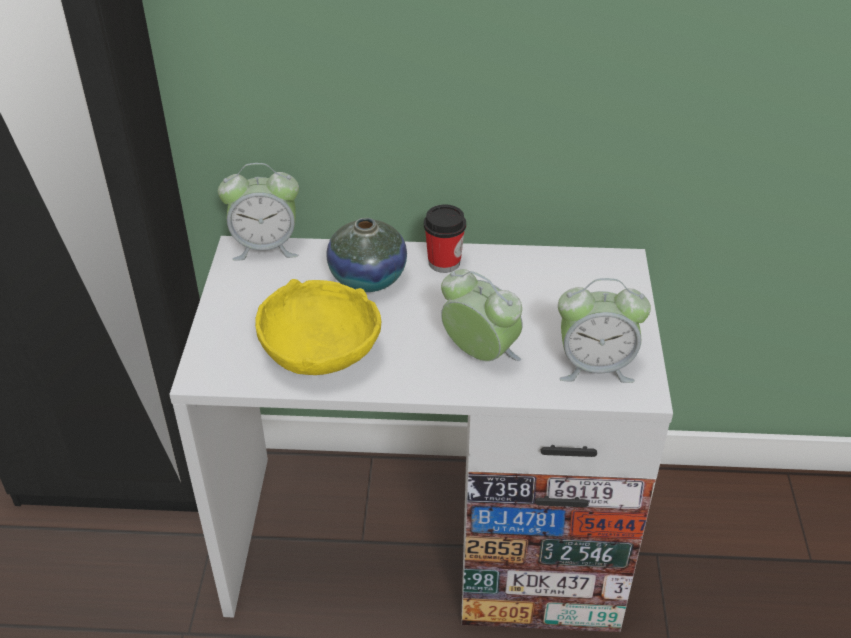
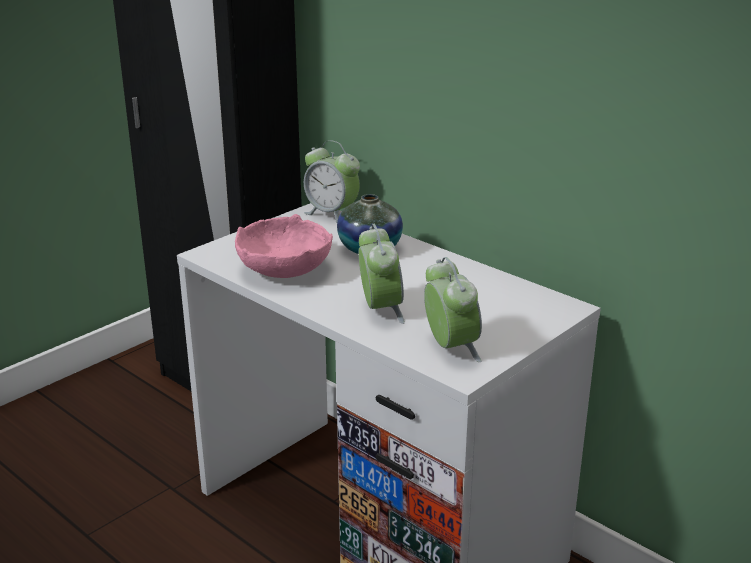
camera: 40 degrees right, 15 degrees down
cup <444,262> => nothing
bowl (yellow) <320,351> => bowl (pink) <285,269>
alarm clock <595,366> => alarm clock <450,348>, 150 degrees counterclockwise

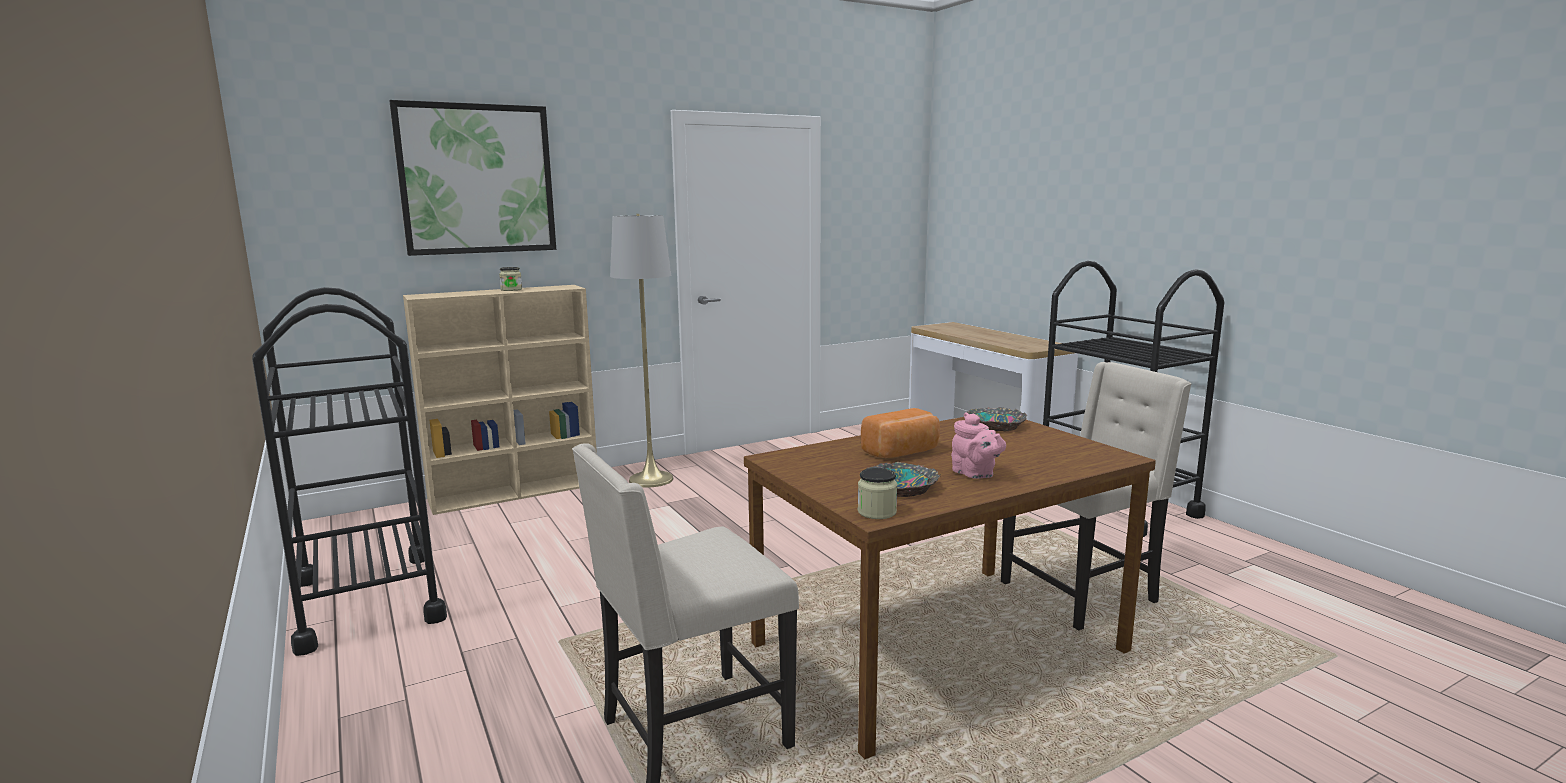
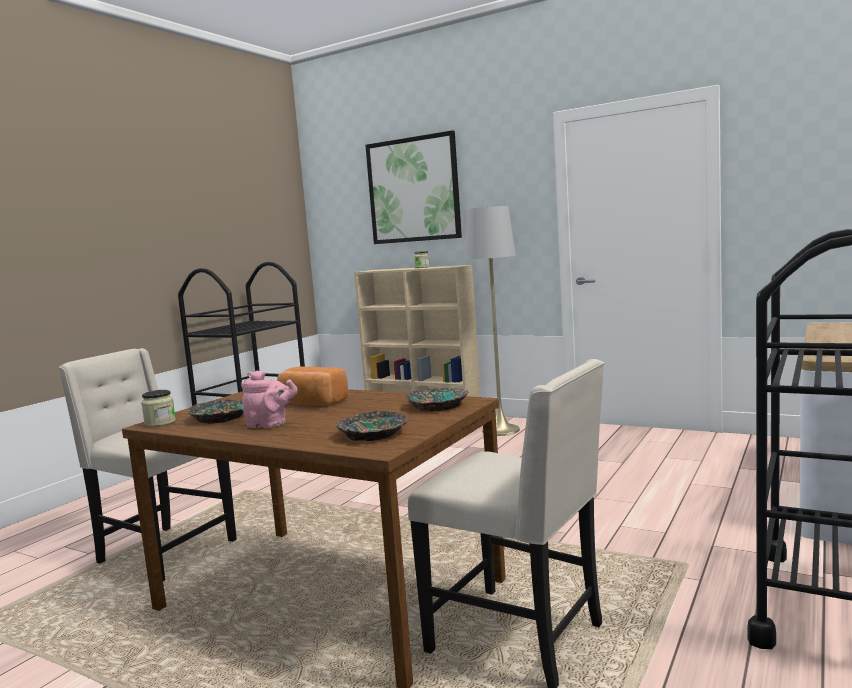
camera: 60 degrees right, 5 degrees down
nothing => bowl <373,434>
teapot (pink) <975,474> => teapot (pink) <270,425>, 105 degrees counterclockwise

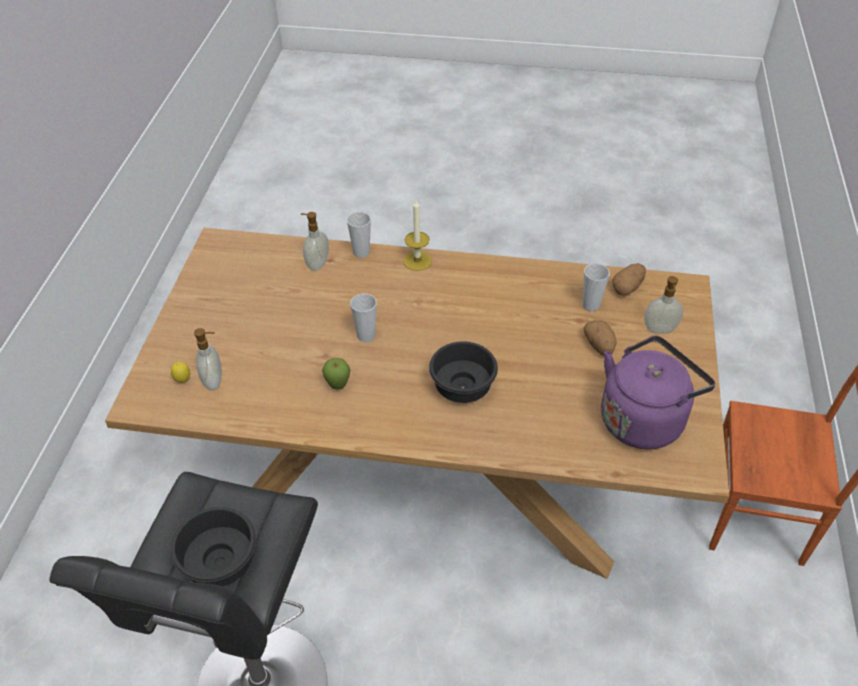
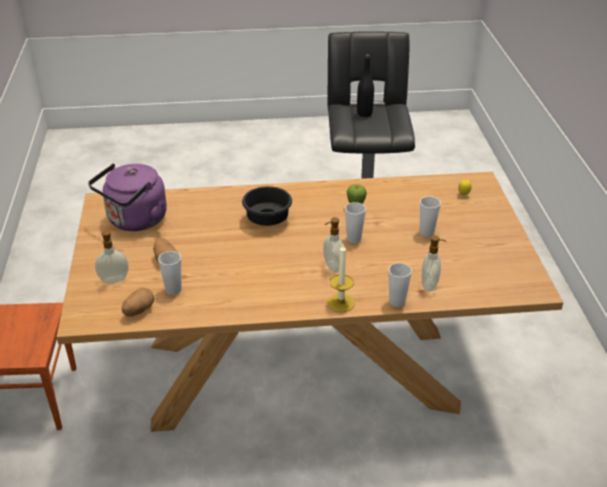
camera: 165 degrees right, 10 degrees down
nothing => cup <427,232>
soap dispenser <214,381> => soap dispenser <332,267>, relocated
bowl (black) <219,565> => bottle (black) <364,113>

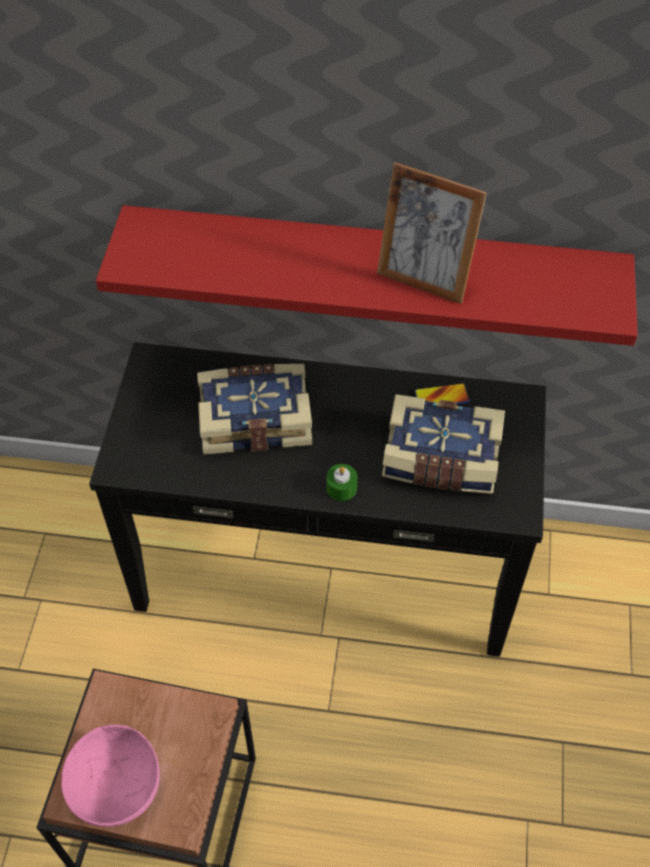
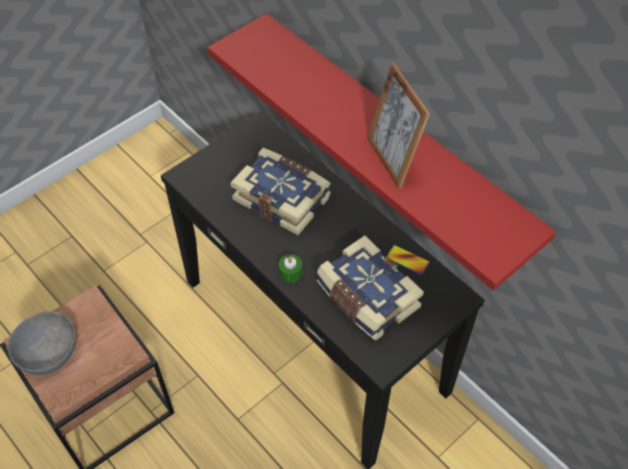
camera: 40 degrees right, 0 degrees up
bowl (pink) <115,786> => bowl (grey) <48,352>

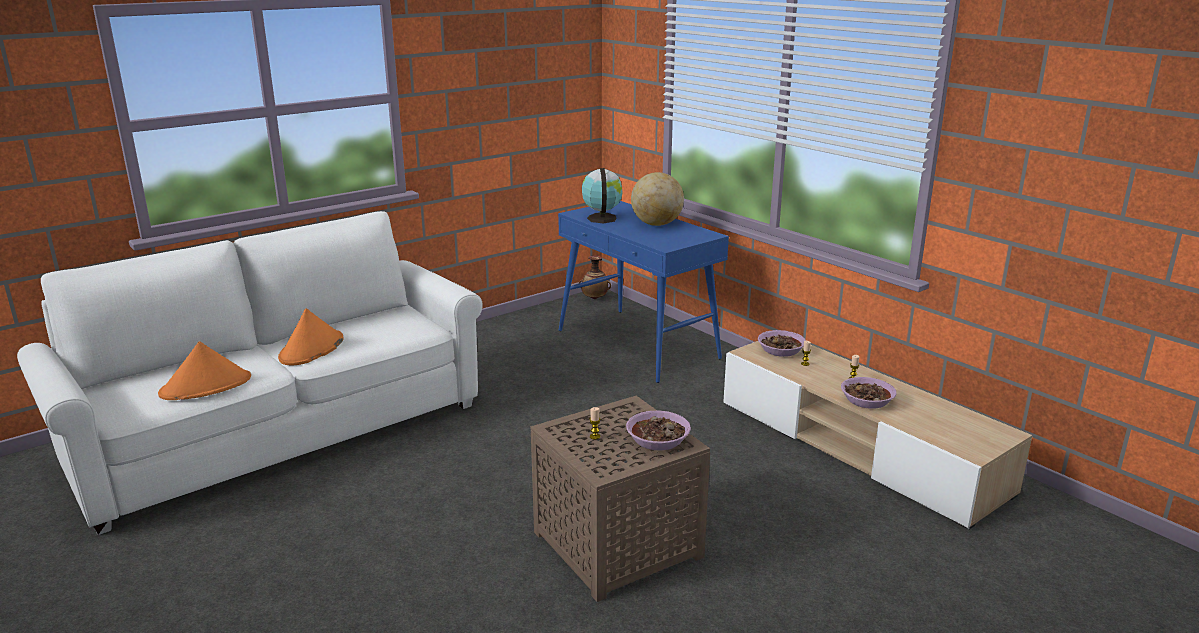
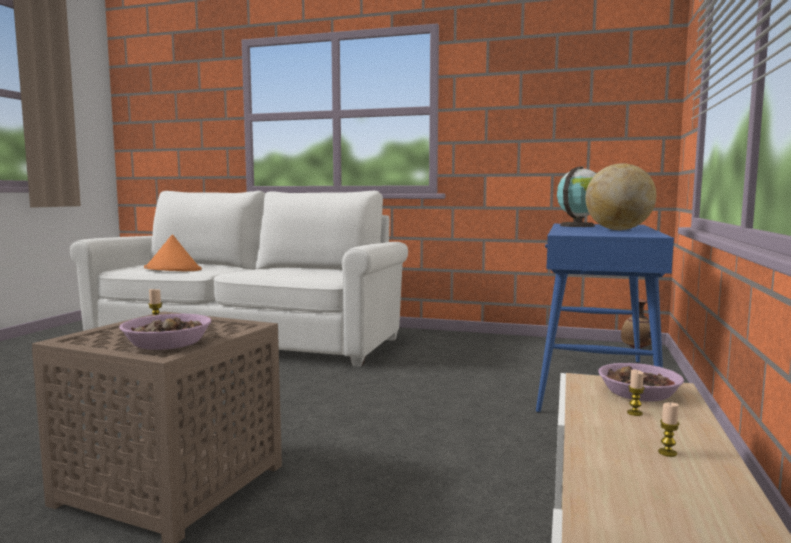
camera: 55 degrees right, 15 degrees down
hat (orange) <311,349> => nothing
bowl <866,400> => nothing

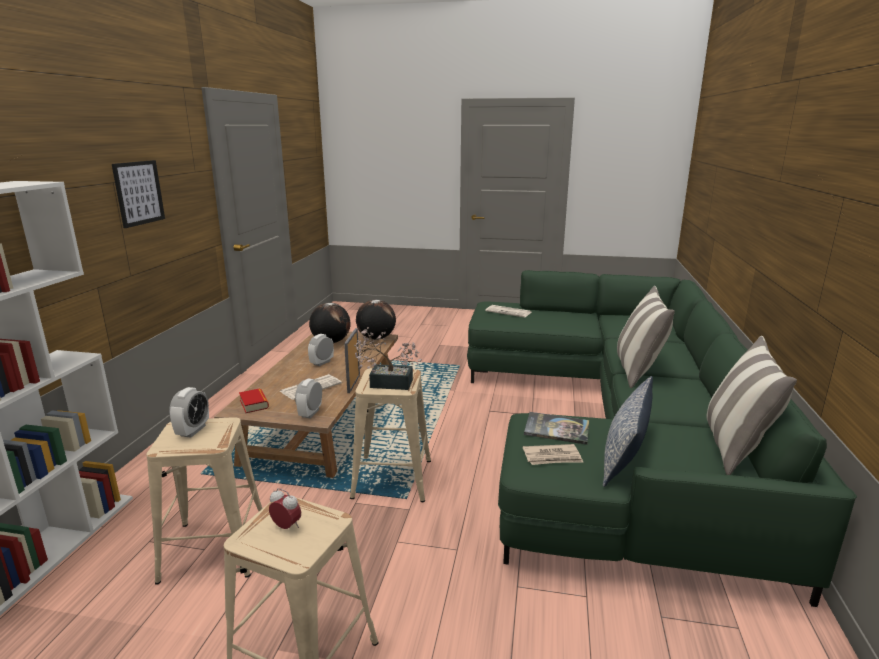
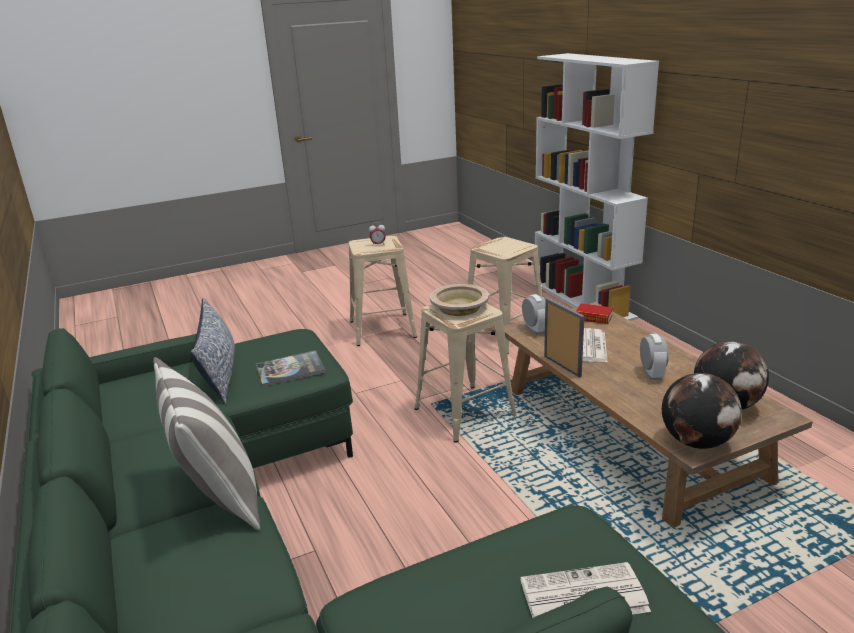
camera: 145 degrees right, 5 degrees up
picture <139,193> => nothing
alarm clock <193,430> => nothing
newspaper <552,457> => nothing
pillow <736,448> => nothing
potted plant <386,383> => bowl (beige) <459,307>

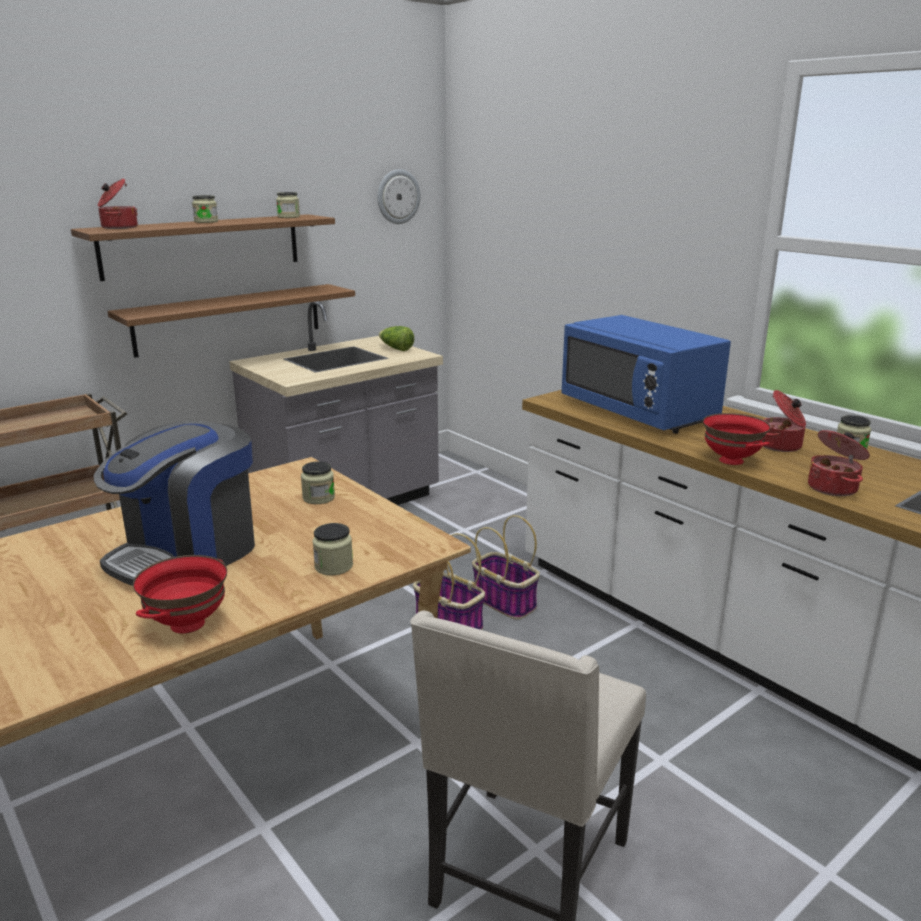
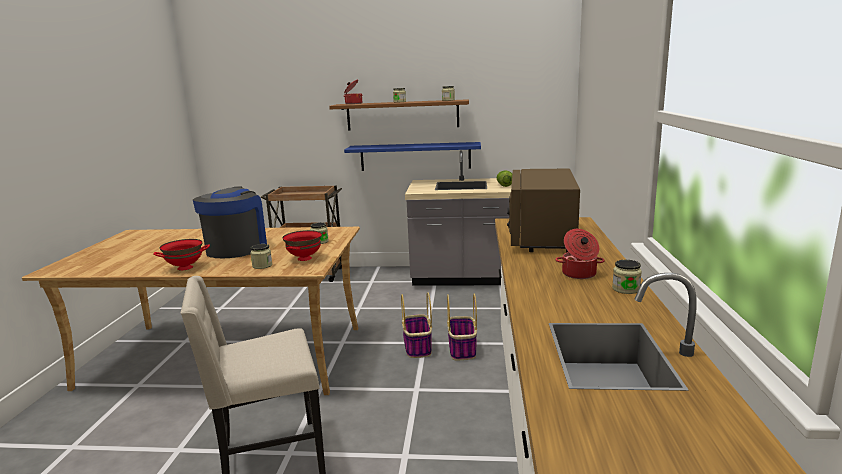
camera: 45 degrees right, 5 degrees down
wall clock <398,196> => nothing
cooking pot <833,488> => nothing
bowl (red) <730,460> => bowl (red) <304,258>, relocated
shelf (brown) <229,319> => shelf (blue) <415,156>
microwave (blue) <638,412> => microwave (brown) <542,237>
coffee machine <187,554> => coffee machine <236,248>, 105 degrees clockwise

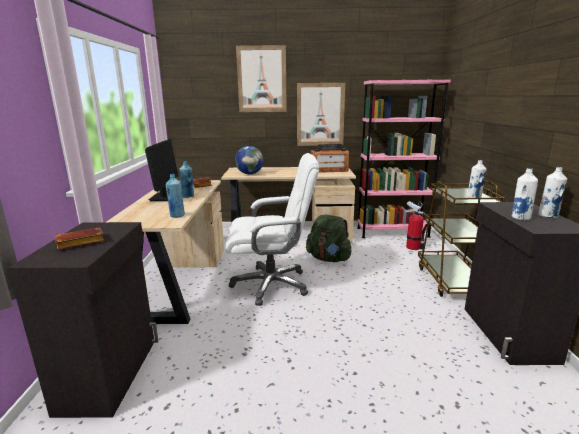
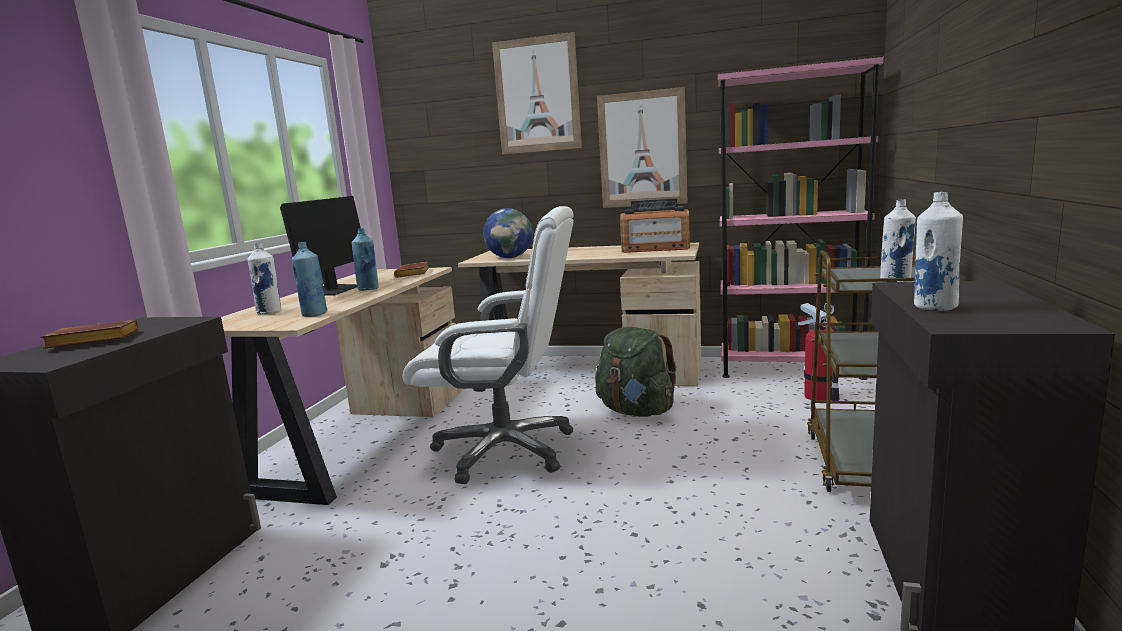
camera: 15 degrees right, 5 degrees down
bottle (white) <548,216> => bottle (white) <269,312>, relocated

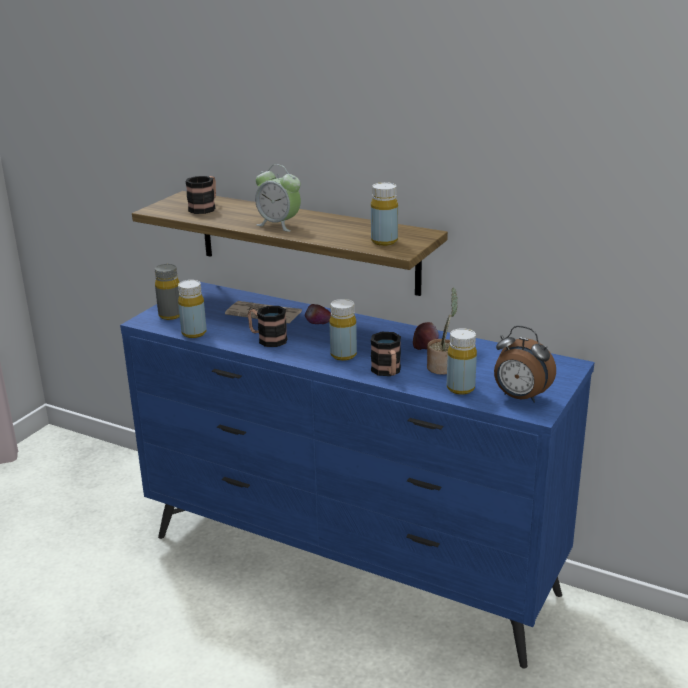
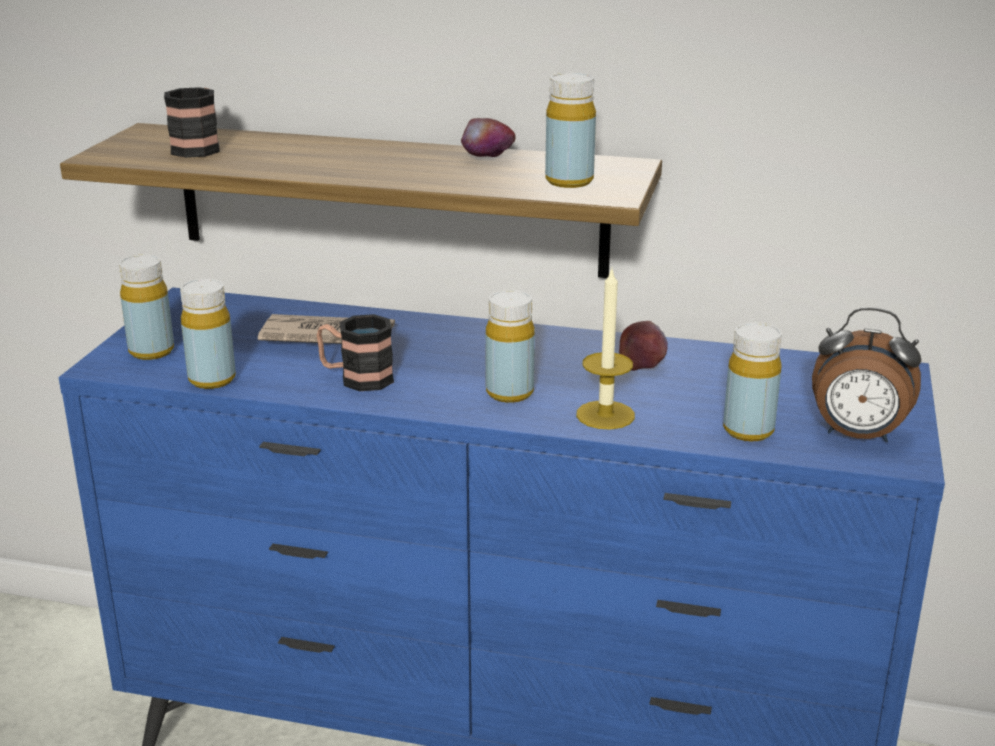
camera: 15 degrees left, 0 degrees up
alarm clock <279,225> => nothing
potted plant <442,367> => nothing
apple <318,326> => apple <487,160>, relocated
mug <387,372> => candle <605,415>
bottle (grey) <170,315> => bottle (yellow) <151,351>

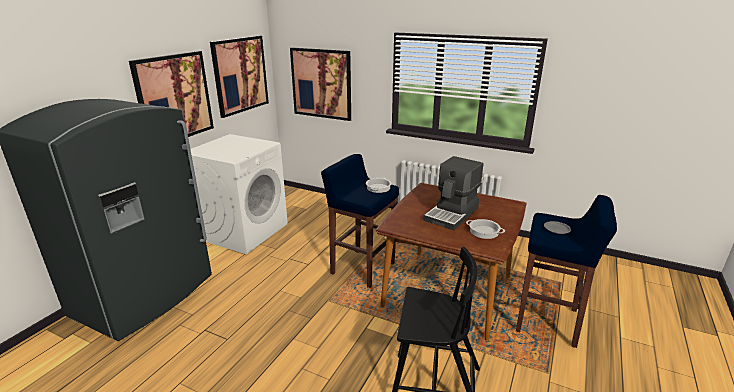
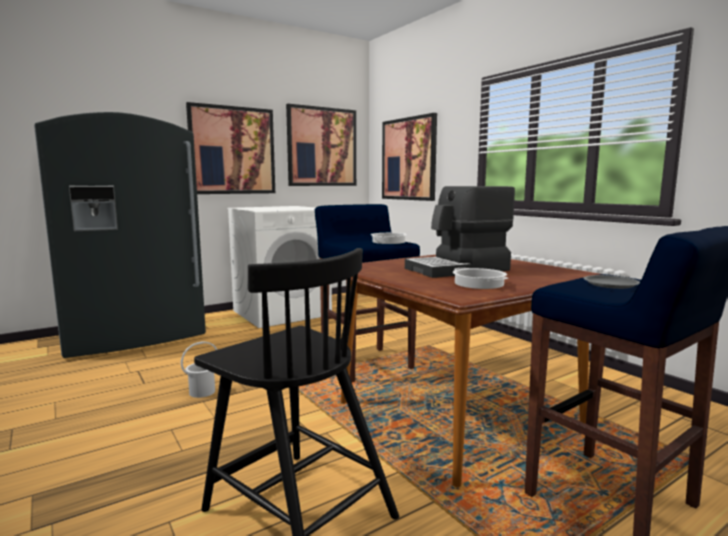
camera: 30 degrees right, 15 degrees down
nothing => bucket (white) <202,392>

